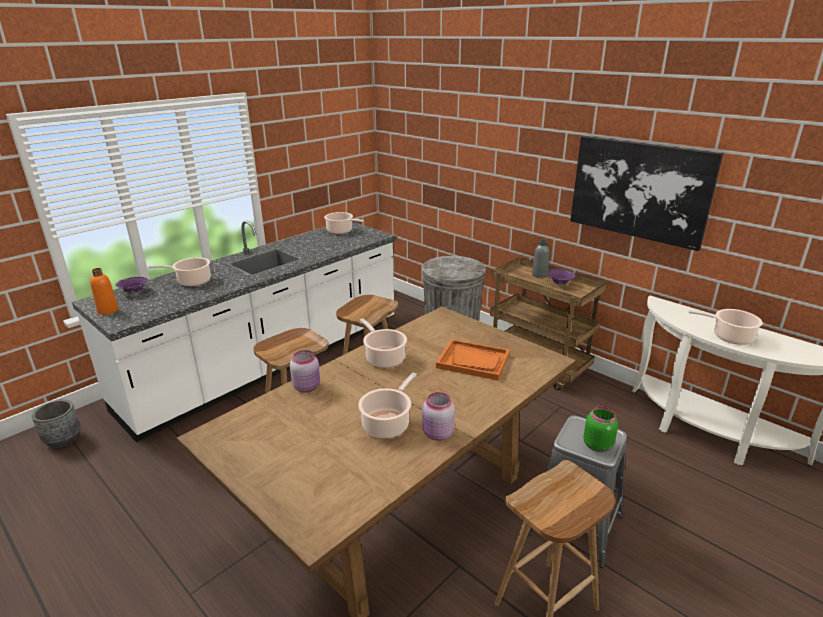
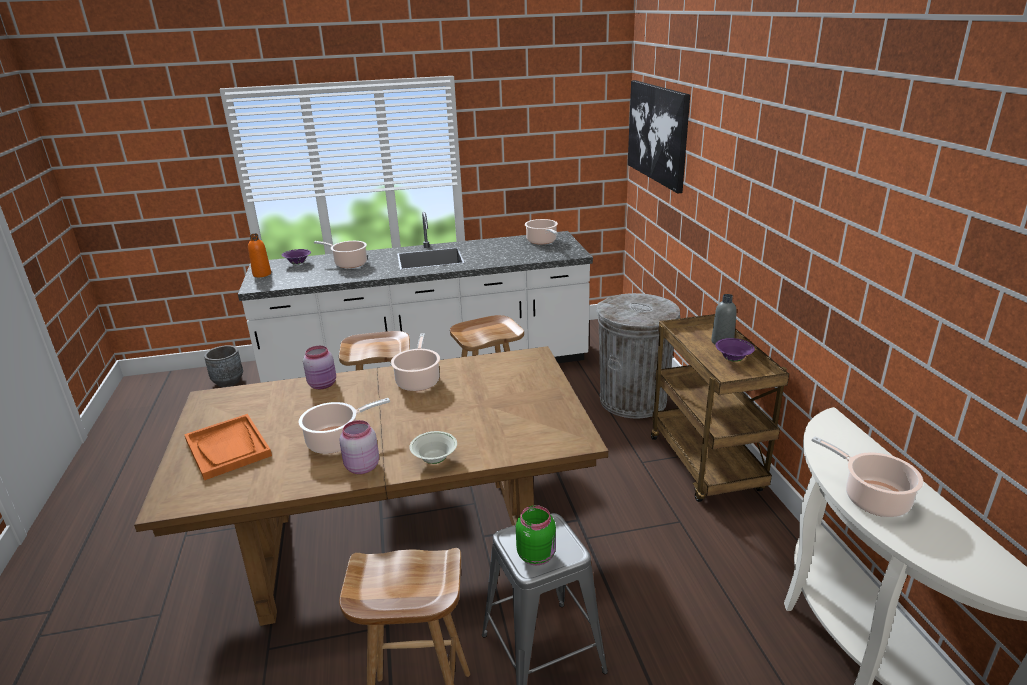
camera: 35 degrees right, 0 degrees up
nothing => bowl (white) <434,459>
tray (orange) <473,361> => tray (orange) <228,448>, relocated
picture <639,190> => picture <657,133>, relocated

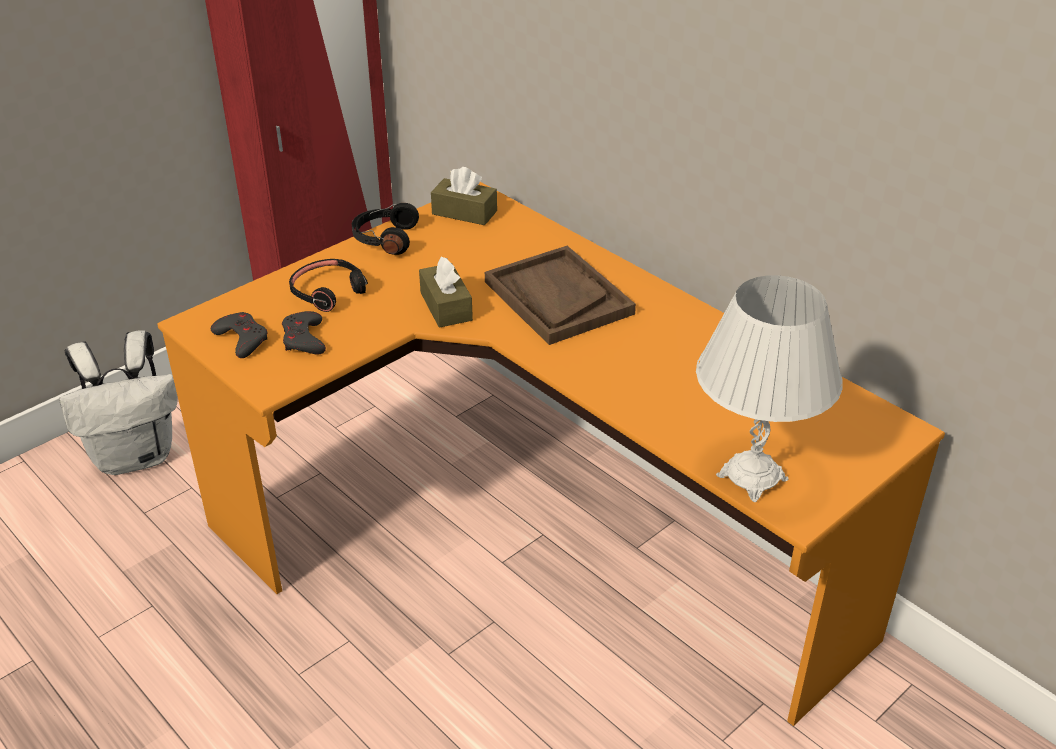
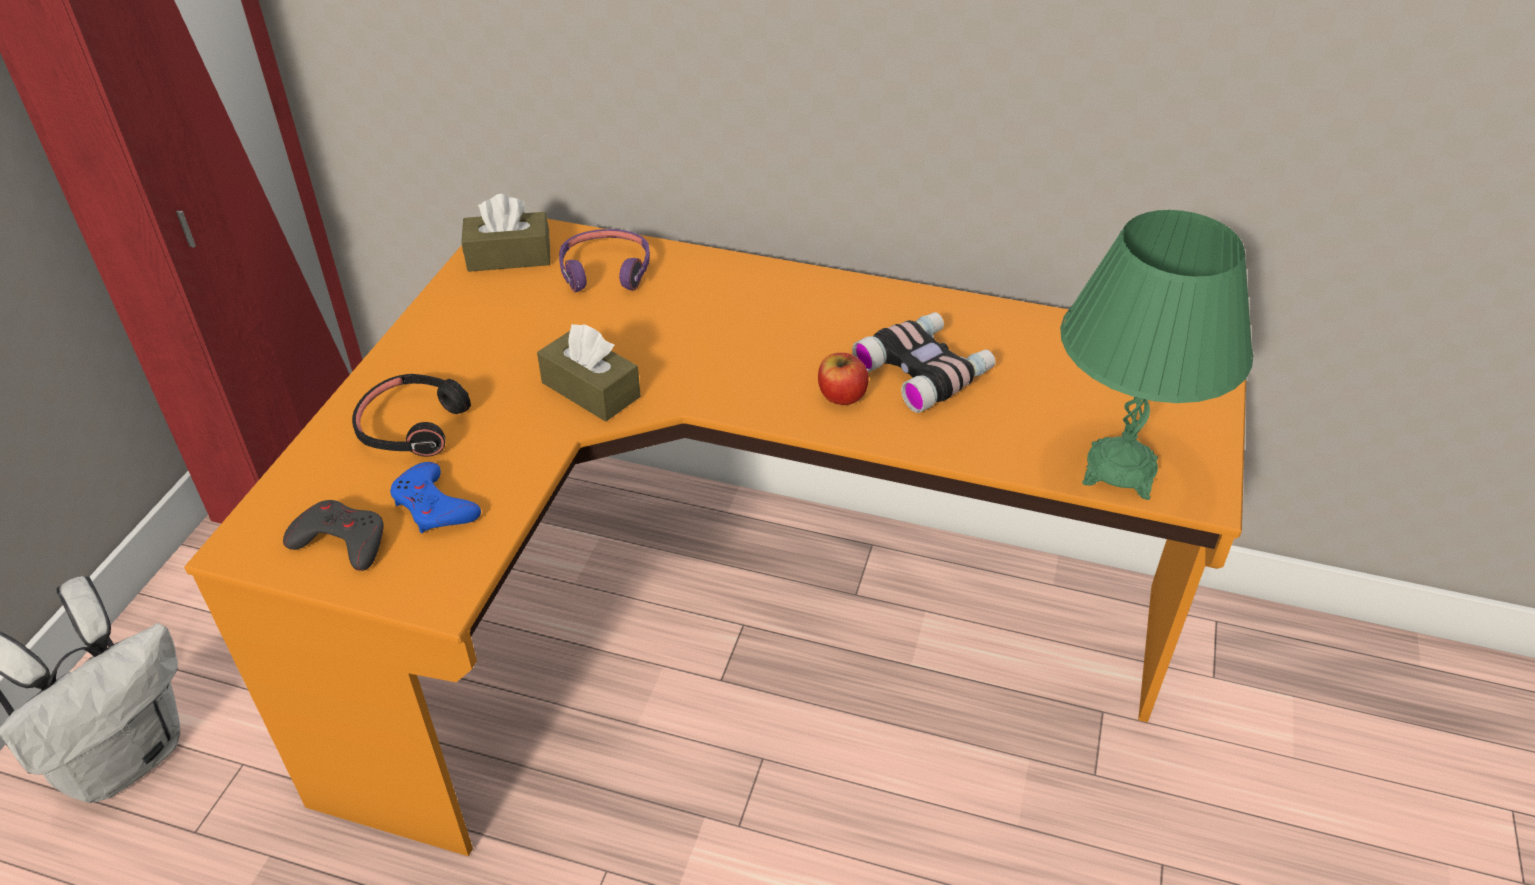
camera: 30 degrees left, 5 degrees up
headphones (black) <384,239> => nothing
tray (brown) <557,298> => nothing
nothing => headphones (purple) <605,271>
nothing => apple <841,396>
nothing => binoculars <925,370>
game controller (grey) <304,339> => game controller (blue) <434,506>
table lamp (white) <752,477> => table lamp (green) <1119,470>

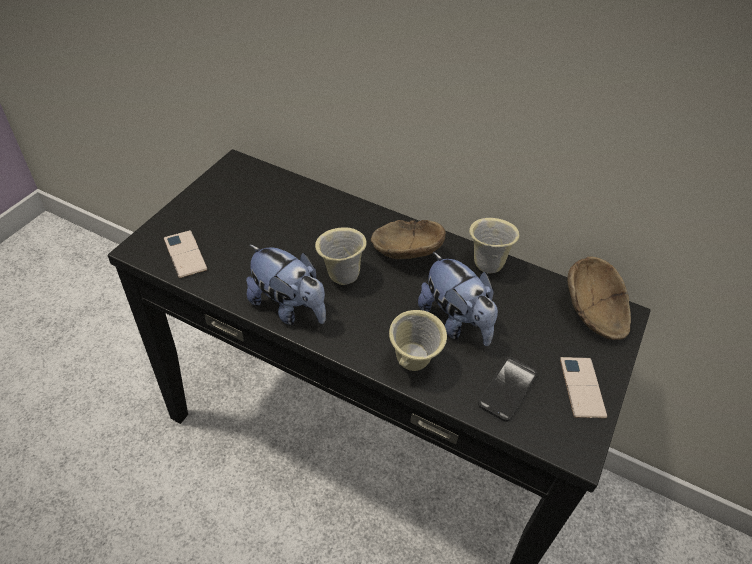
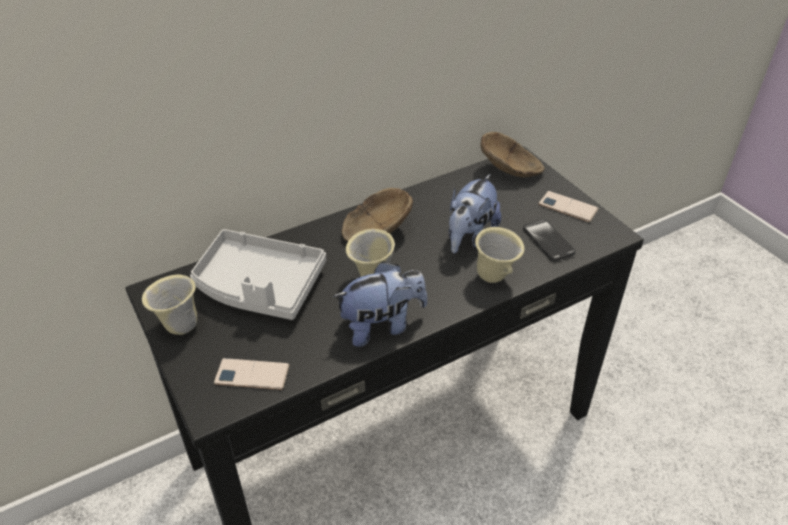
camera: 55 degrees left, 5 degrees down
nothing => tray (grey) <259,286>
mug (beige) <486,264> => mug (beige) <178,326>, relocated
plush toy <455,322> => plush toy <469,237>, 120 degrees clockwise

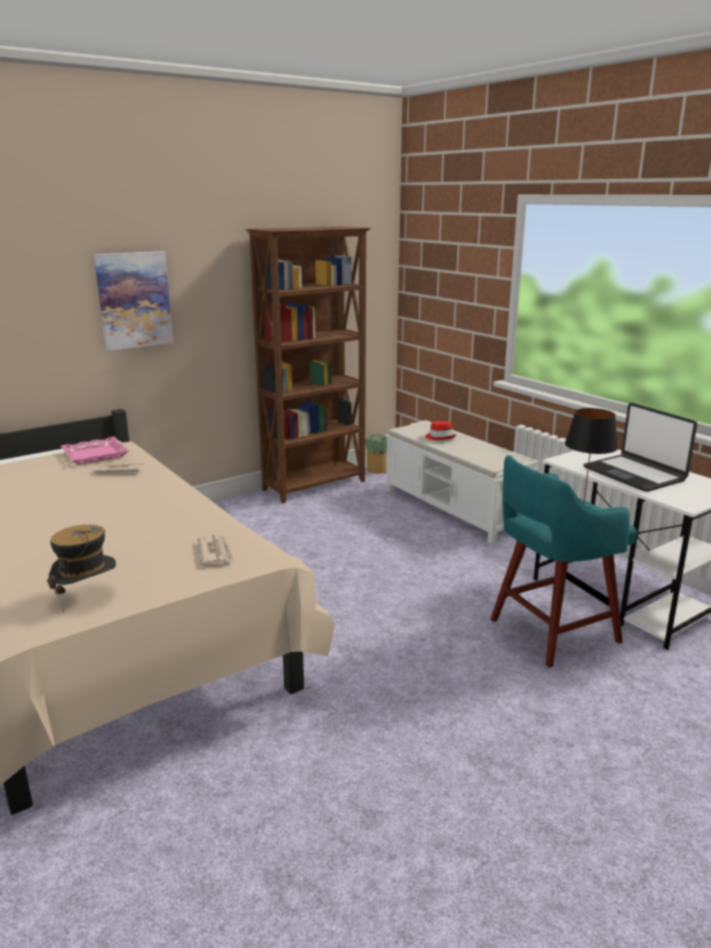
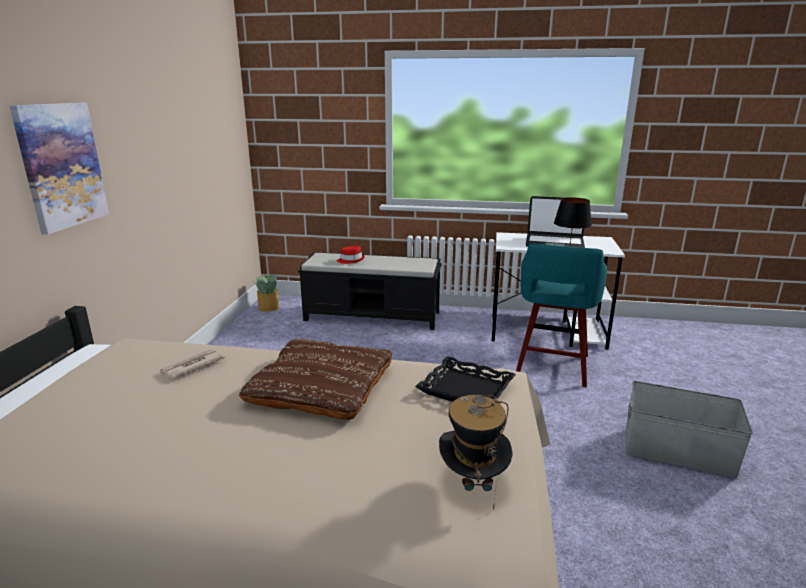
camera: 45 degrees left, 0 degrees up
tray (pink) <95,455> => nothing
bookcase (brown) <315,486> => nothing
nothing => pillow (brown) <321,386>
nothing => storage box (grey) <677,451>
newspaper <215,552> => tray (black) <465,389>
bench (white) <455,509> => bench (black) <373,316>

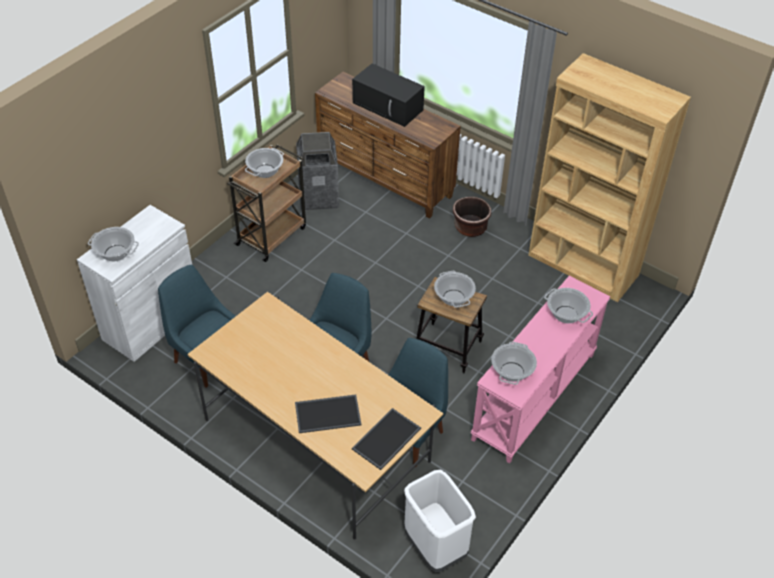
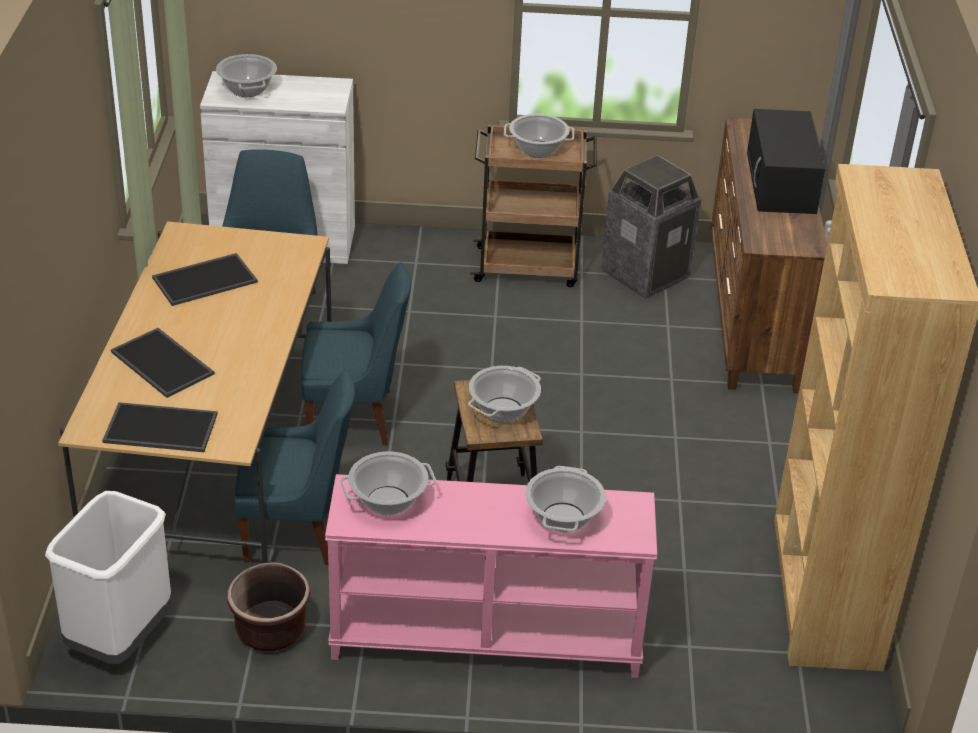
camera: 55 degrees right, 10 degrees down
nothing => tray <205,279>
planter (brown) <470,227> => planter (brown) <271,630>, relocated

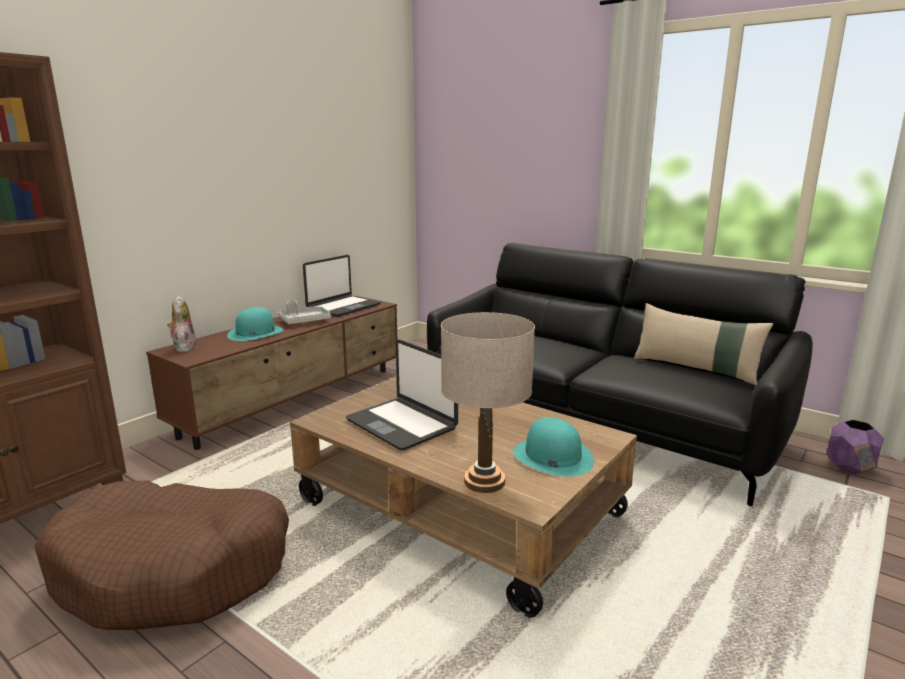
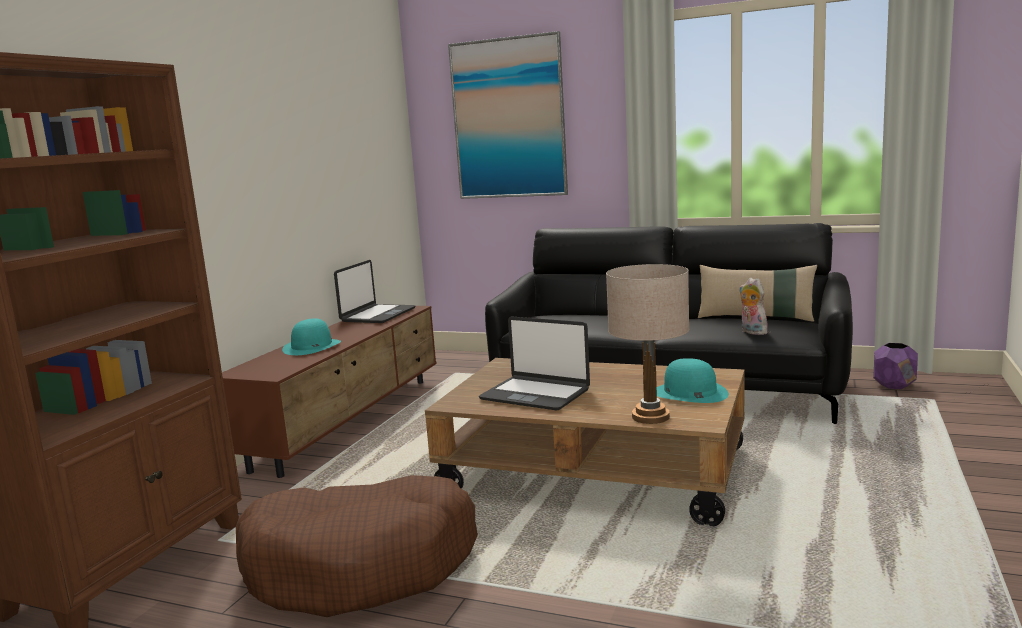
camera: 15 degrees left, 5 degrees down
tray (grey) <304,321> => nothing
nothing => picture <508,119>
plush toy <184,348> => plush toy <751,332>, relocated

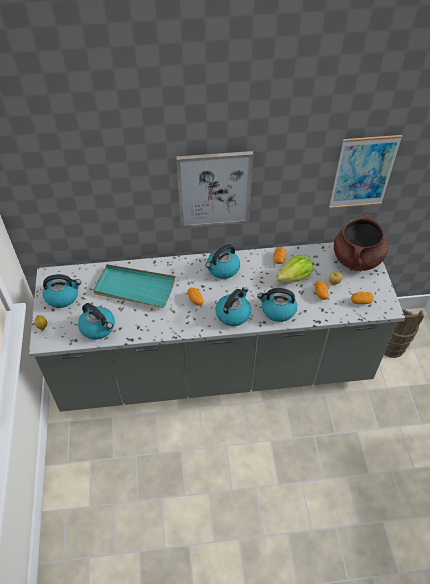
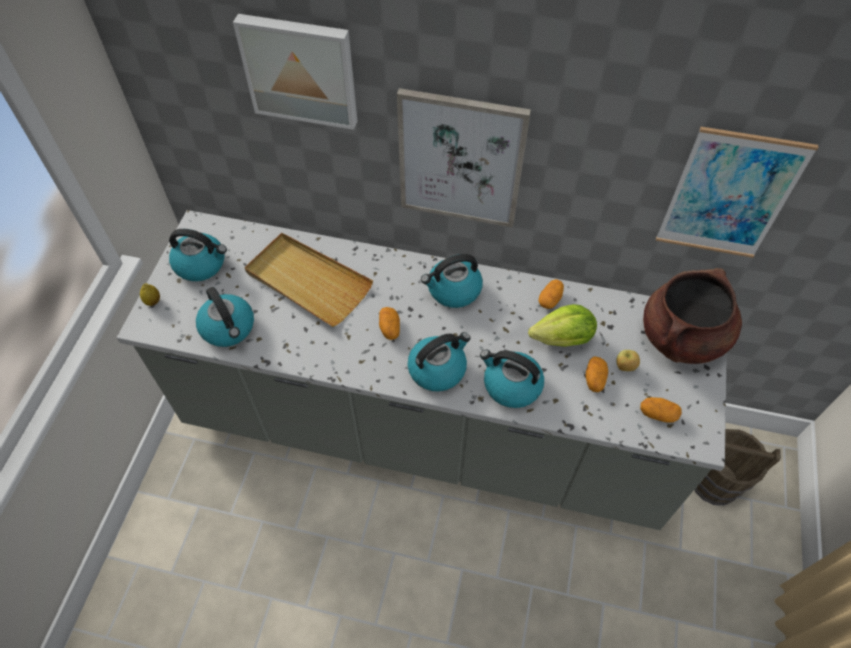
camera: 20 degrees right, 5 degrees up
nothing => picture <300,70>
tray (turquoise) <134,288> => tray (beige) <307,281>

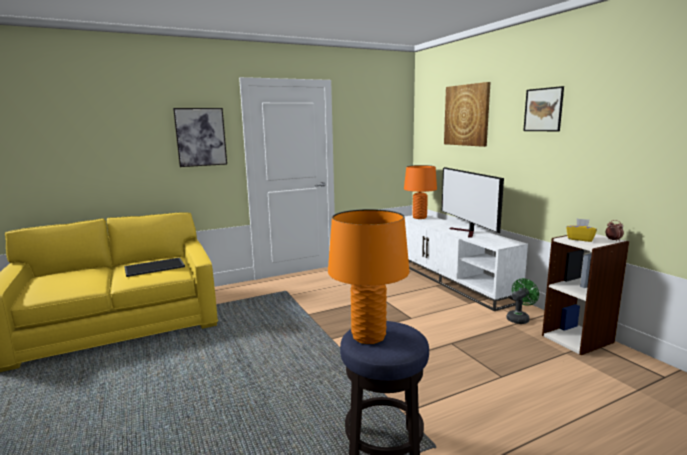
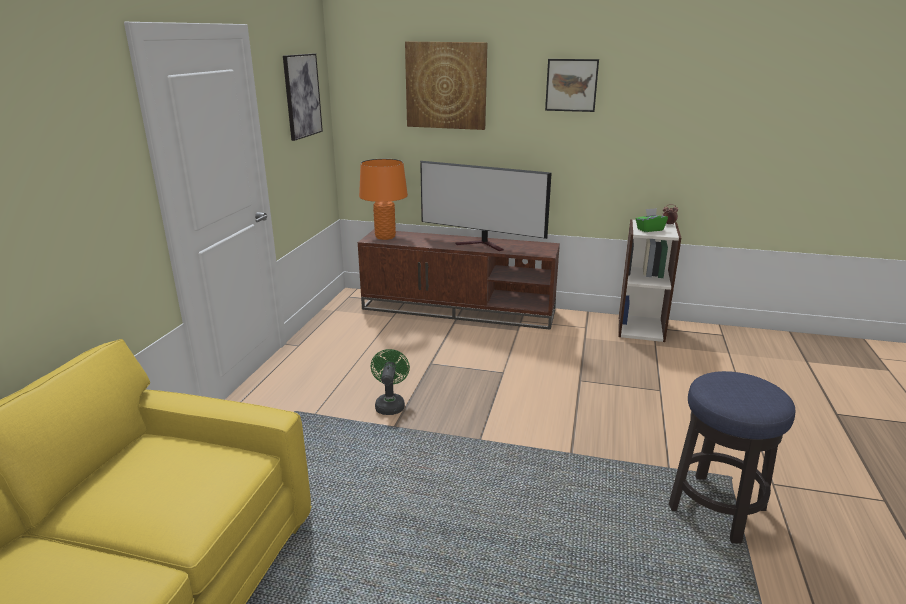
camera: 50 degrees left, 10 degrees up
tray <155,267> => nothing
table lamp (orange) <369,336> => nothing
picture <201,137> => picture <302,96>, relocated
fan (green) <519,318> => fan (green) <390,404>, relocated
tv stand (white) <453,281> => tv stand (brown) <459,309>
tissue box (yellow) <580,239> => tissue box (green) <649,229>

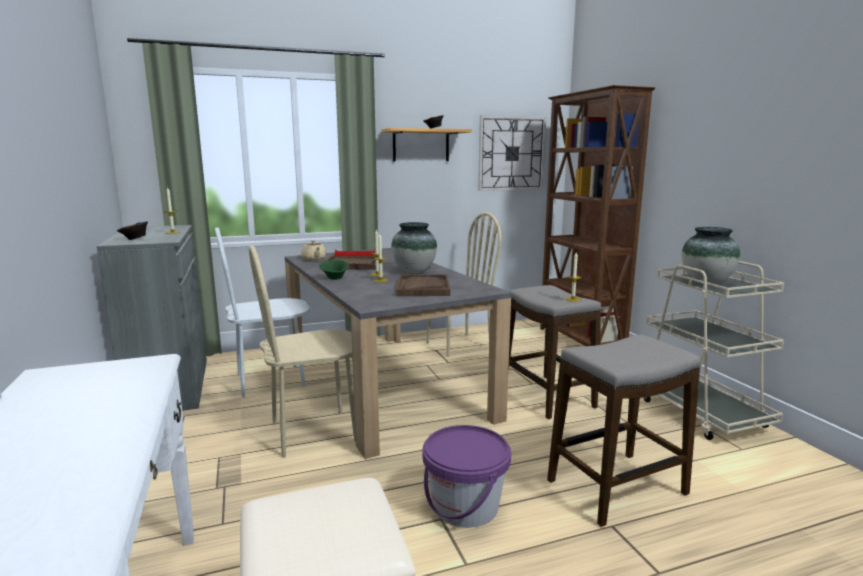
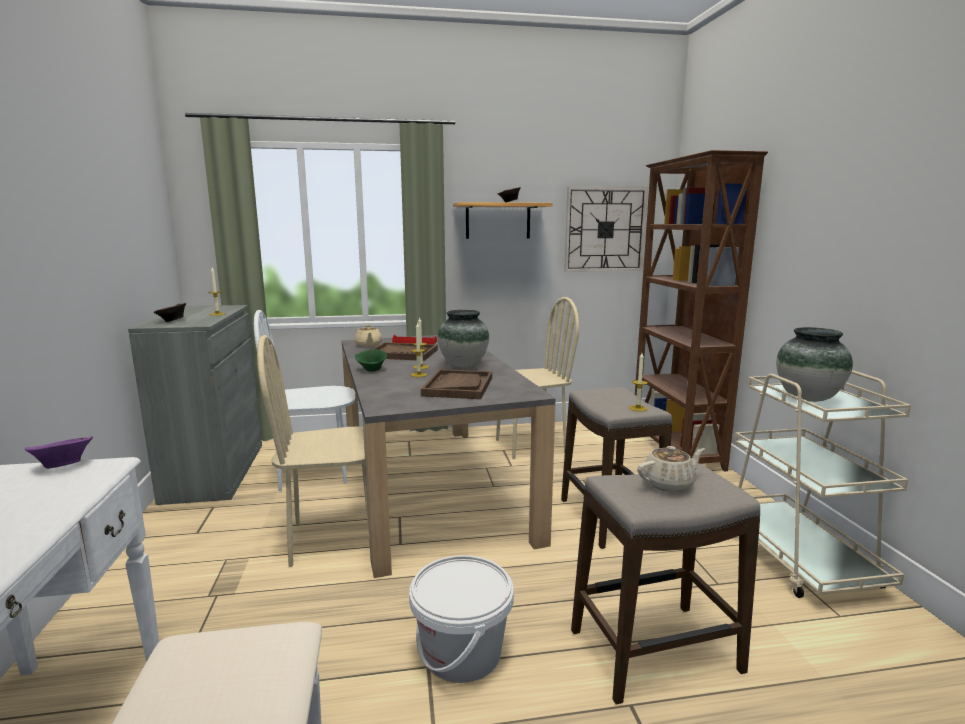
camera: 10 degrees right, 0 degrees up
nothing => bowl (purple) <62,466>
nothing => teapot (beige) <669,484>
bucket (purple) <465,506> => bucket (white) <462,653>

